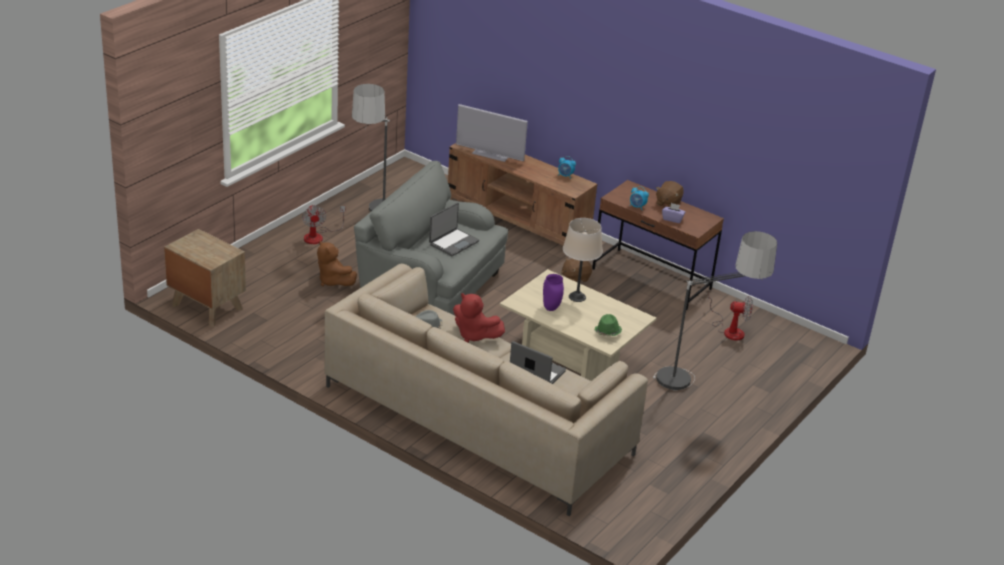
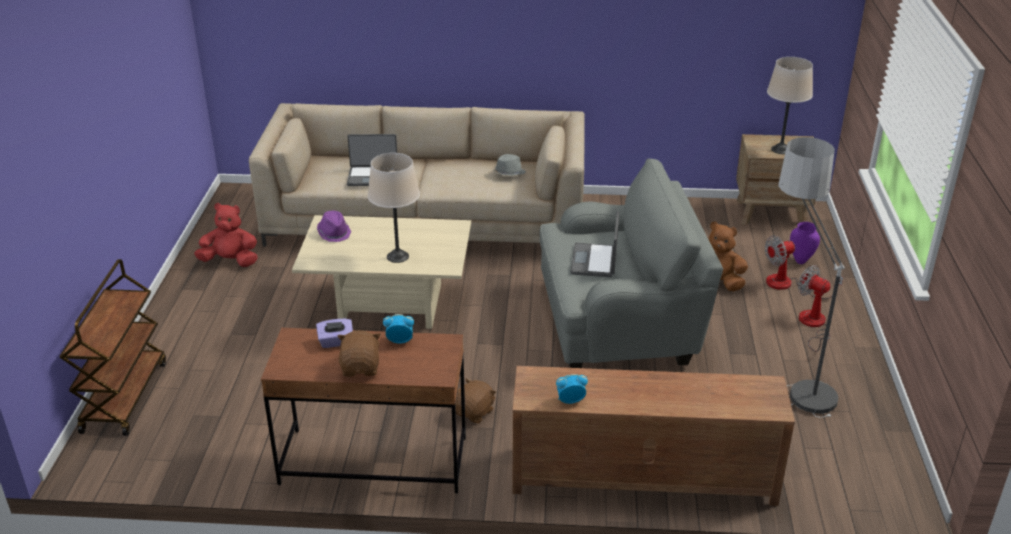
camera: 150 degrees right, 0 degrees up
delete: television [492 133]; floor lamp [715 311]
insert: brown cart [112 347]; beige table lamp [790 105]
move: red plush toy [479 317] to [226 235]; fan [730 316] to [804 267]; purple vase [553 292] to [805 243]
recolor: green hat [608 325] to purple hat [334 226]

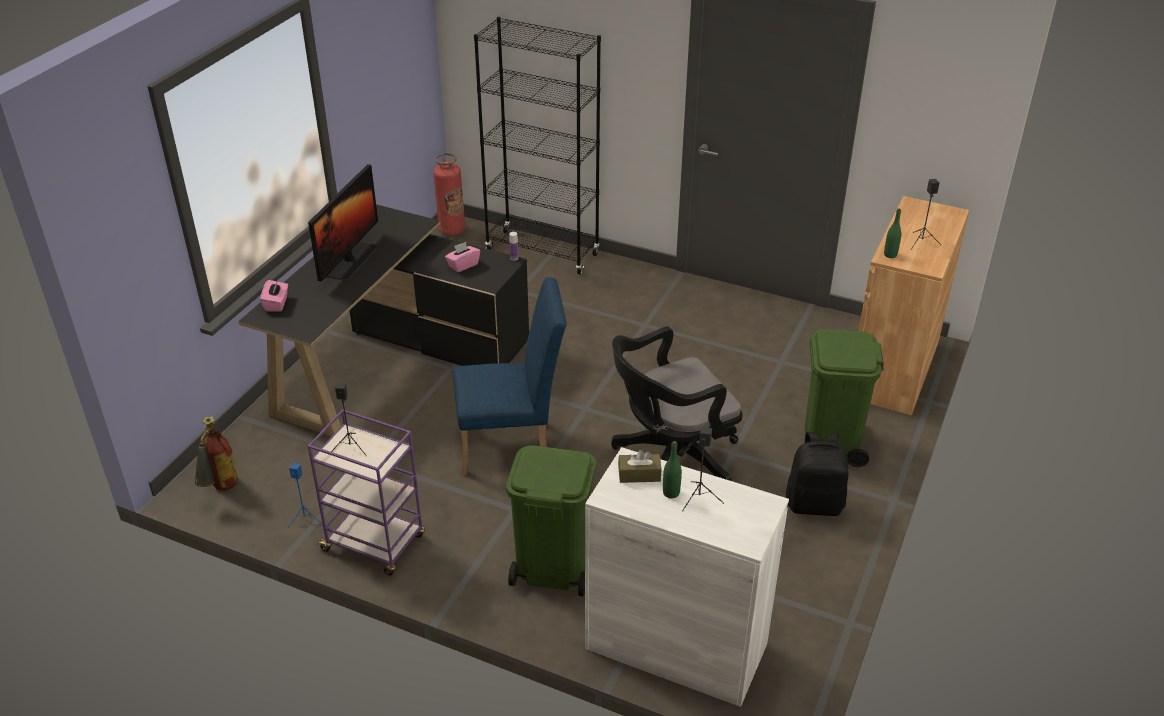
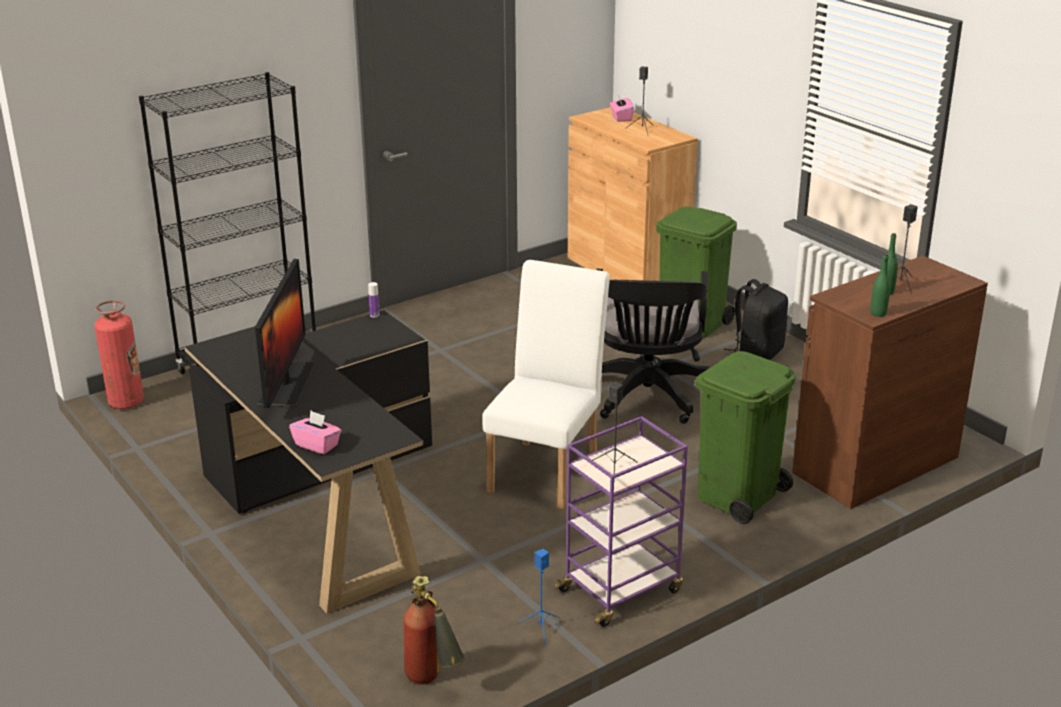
camera: 60 degrees left, 10 degrees down
delete: brown tissue box [640 466]
move: pink tissue box [462 257] to [622 108]; green bottle [892 233] to [880 285]
recolor: blue chair [510 376] to white chair [546 384]; white cabinet [687 577] to brown cabinet [890 382]
rotate: monitor [343 223] = [285 333] 45 degrees clockwise

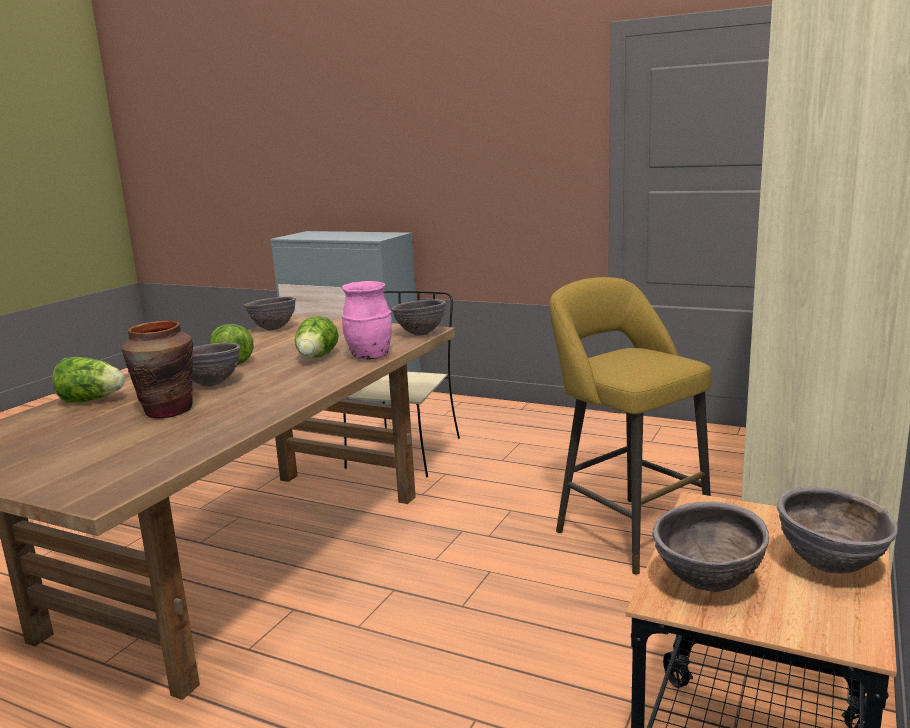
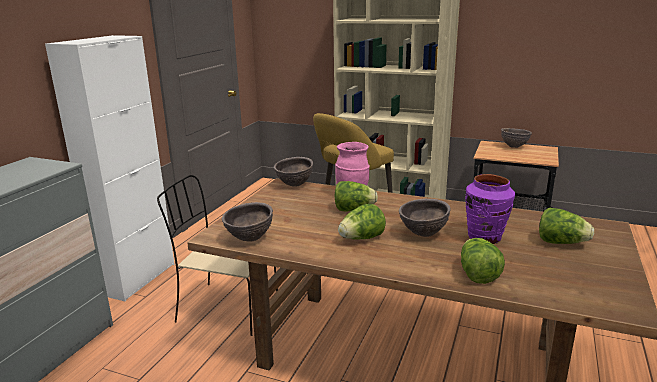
camera: 95 degrees left, 5 degrees up
delete: brown bowl [710 547]
insert: white cabinet [109 168]; lettuce [566 226]
recolor: brown vase [157 369] to purple vase [490 209]

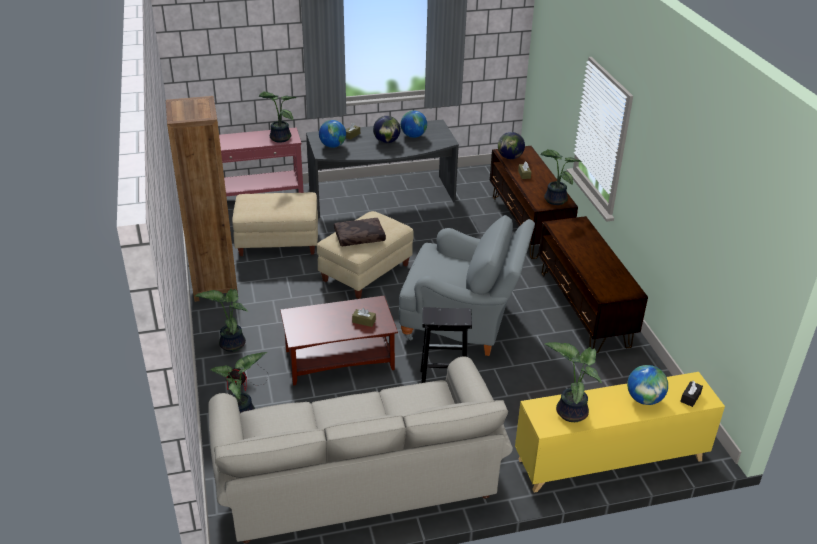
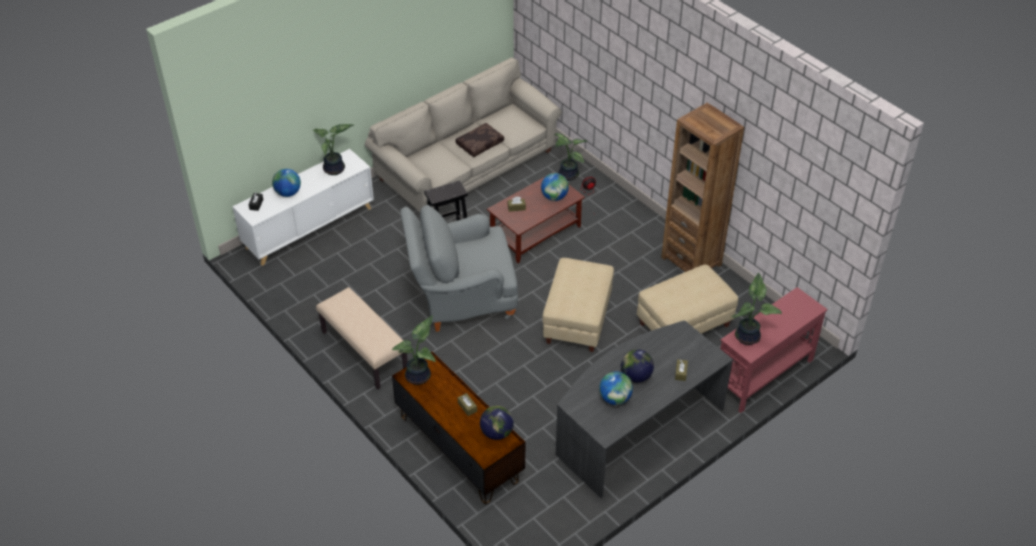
camera: 155 degrees right, 10 degrees up
delete: potted plant [221 320]
move: brown pillow [360 232] to [479 140]; globe [332 134] to [555 187]
replace: brown tv stand [593 284] to beige bench [362 338]
recolor: yellow cabinet [620 432] to white cabinet [303 207]

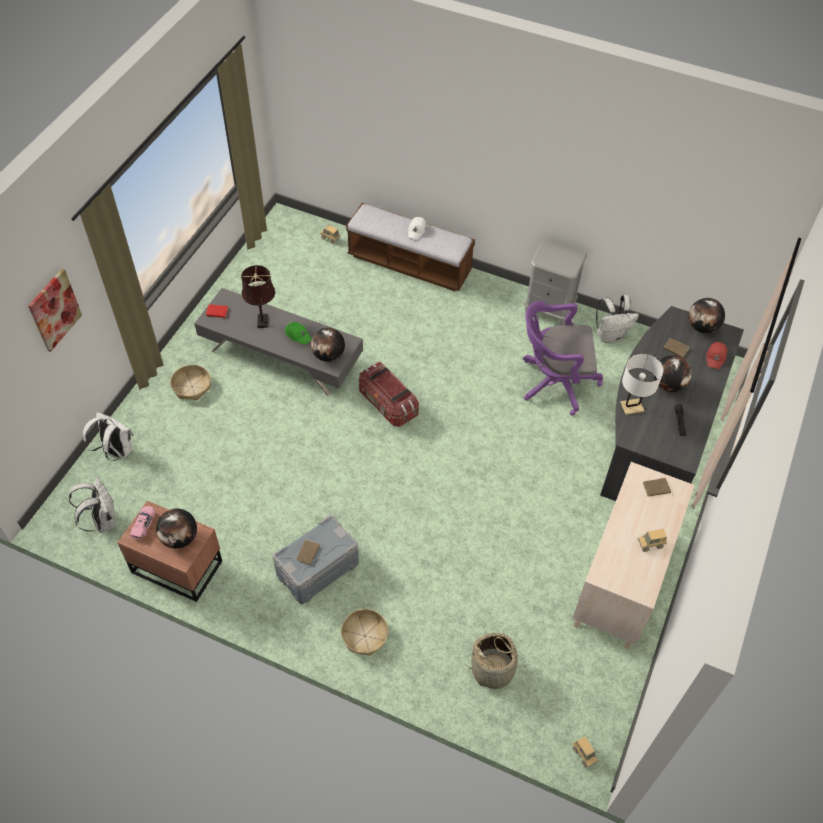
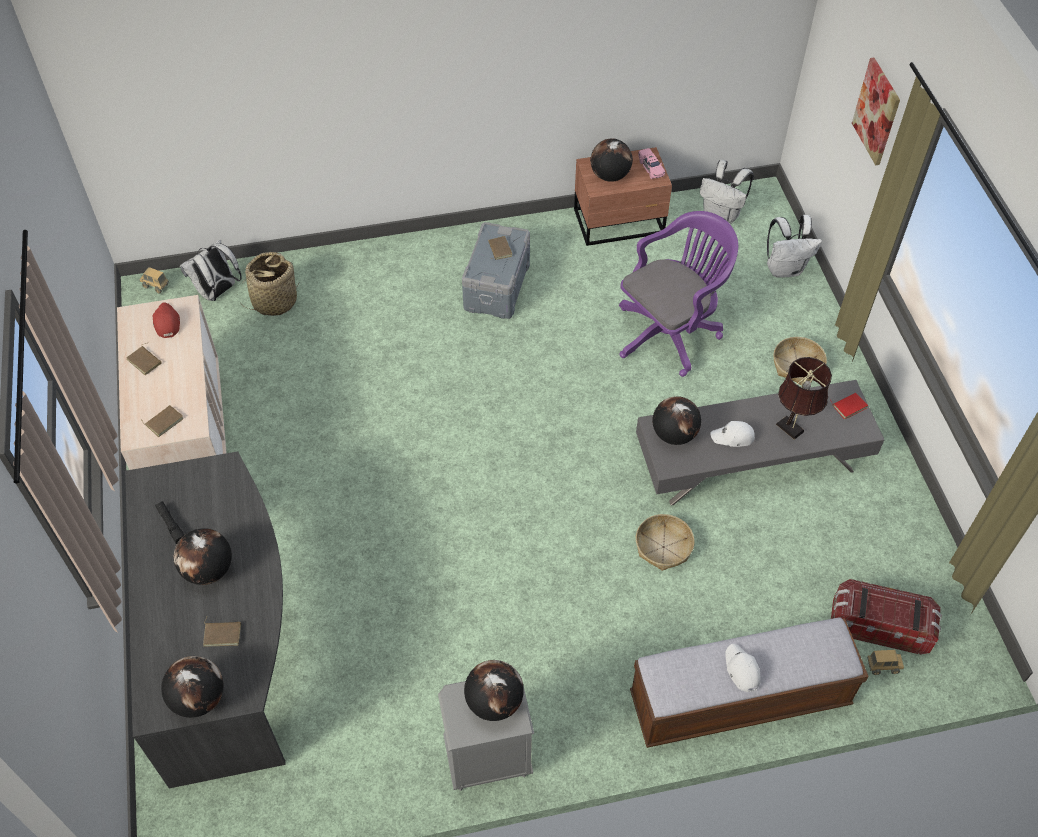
camera: 145 degrees right, 0 degrees up
delete: white table lamp [642 384]
insert: globe [494 690]
move: red cap [716 355] to [166 320]; white backpack [617 319] to [211 270]; purple office chair [563 358] to [678 294]; basket [364 632] to [665 542]; storage box [389 394] to [886 617]
replace: toy truck [652 540] to brown book [144 359]
recolor: green cap [298 333] to white cap [732 434]

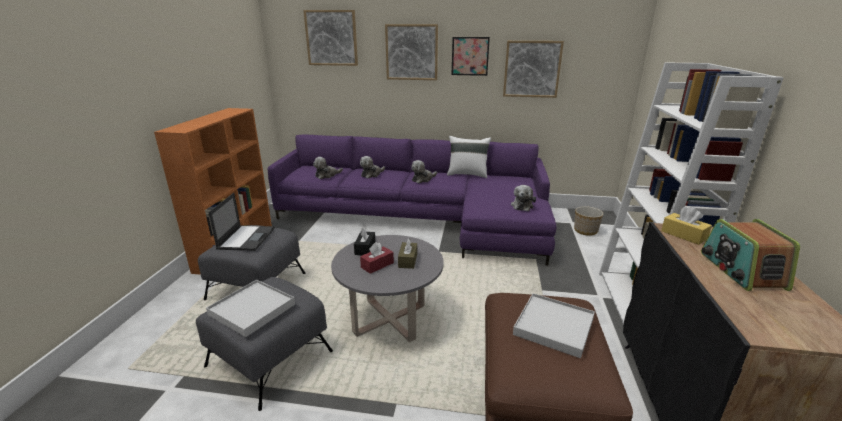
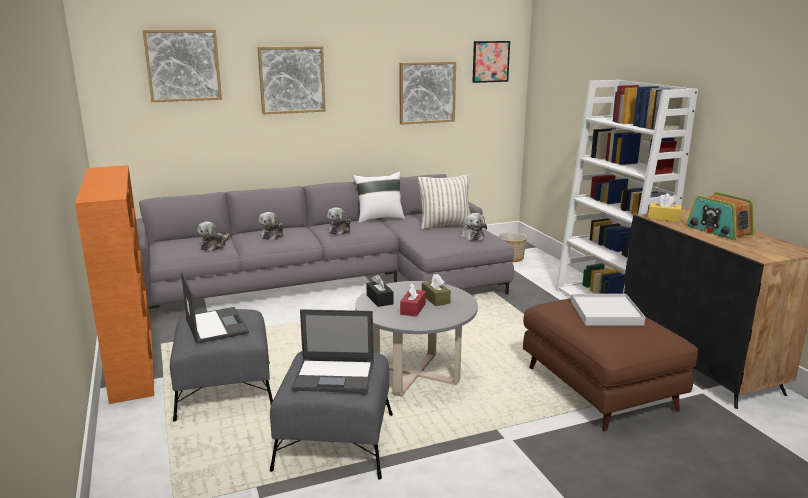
camera: 30 degrees left, 5 degrees down
insert: pillow [444 201]
move: picture [471 56] to [491 62]
replace: white tray [250 308] to laptop [332 351]
recolor: purple sofa [412 200] to grey sofa [325 241]

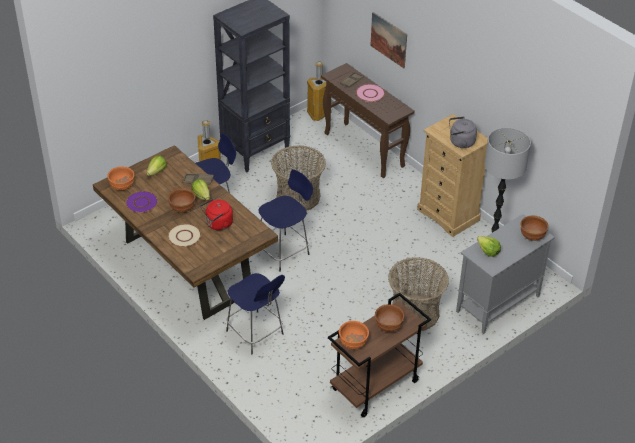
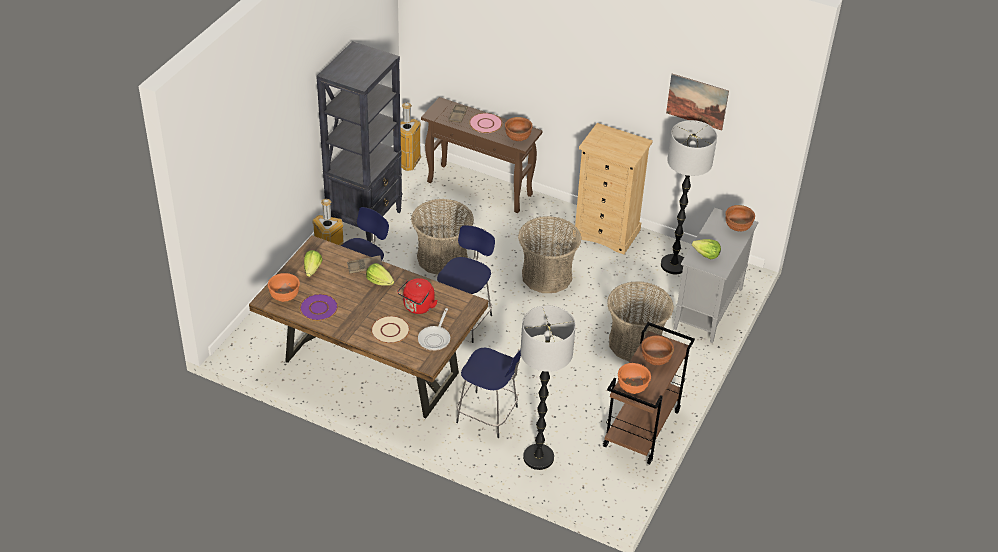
camera: 25 degrees left, 0 degrees up
delete: grey kettle [463 132]
insert: frying pan [434 329]; basket [550 254]; floor lamp [548 387]
move: brown bowl [181 200] to [519 129]; picture [388 40] to [697 102]

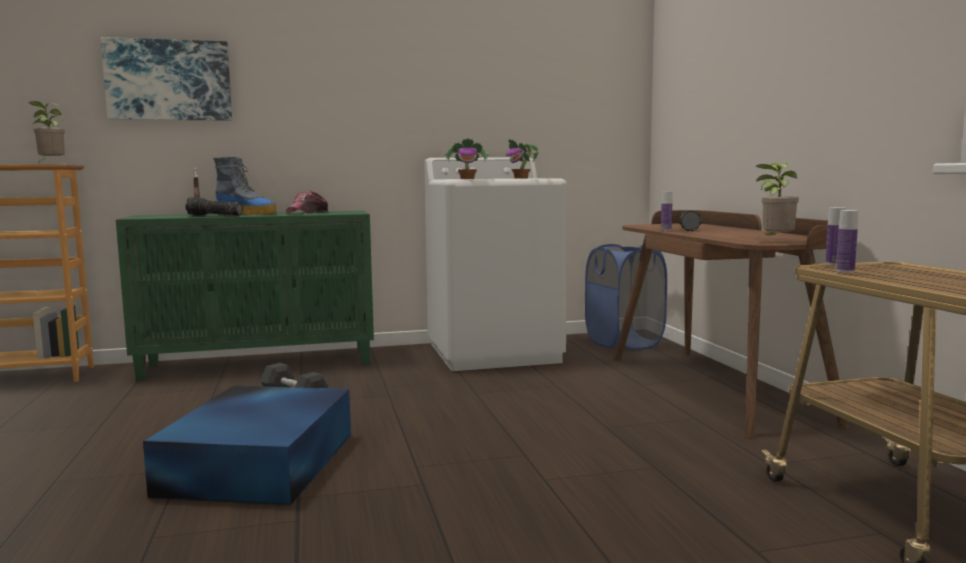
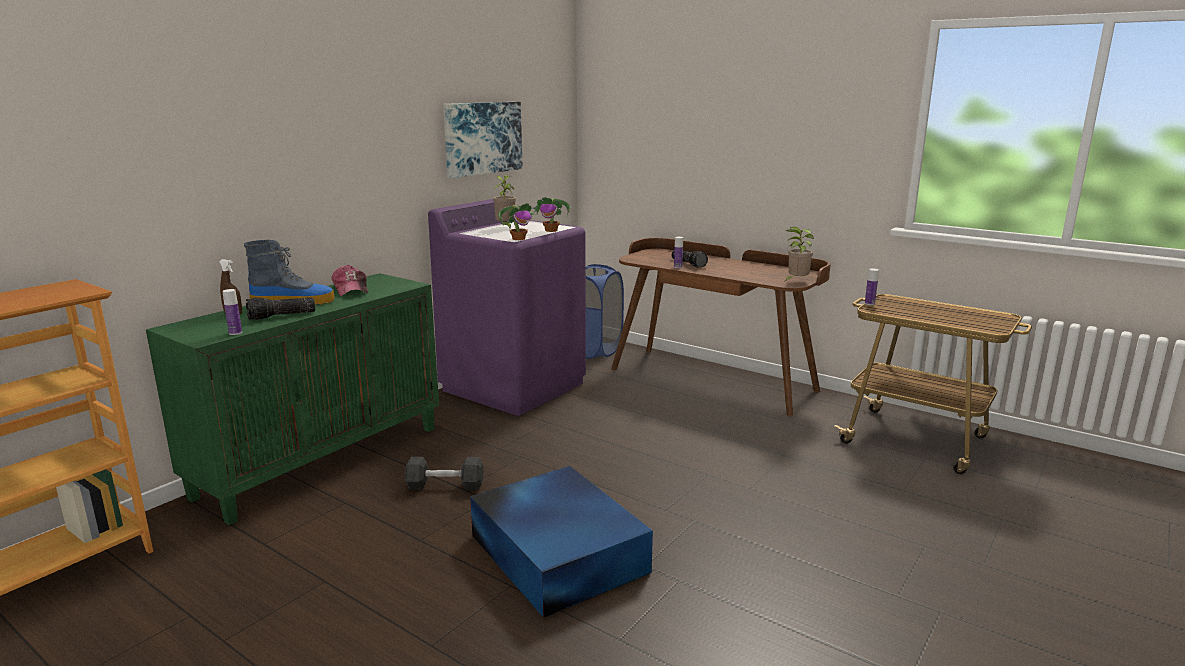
camera: 40 degrees left, 10 degrees up
move: bottle [847 241] to [232 312]; picture [166 78] to [483 140]; potted plant [46 132] to [504 201]
recolor: white washing machine [495 264] to purple washing machine [507 307]

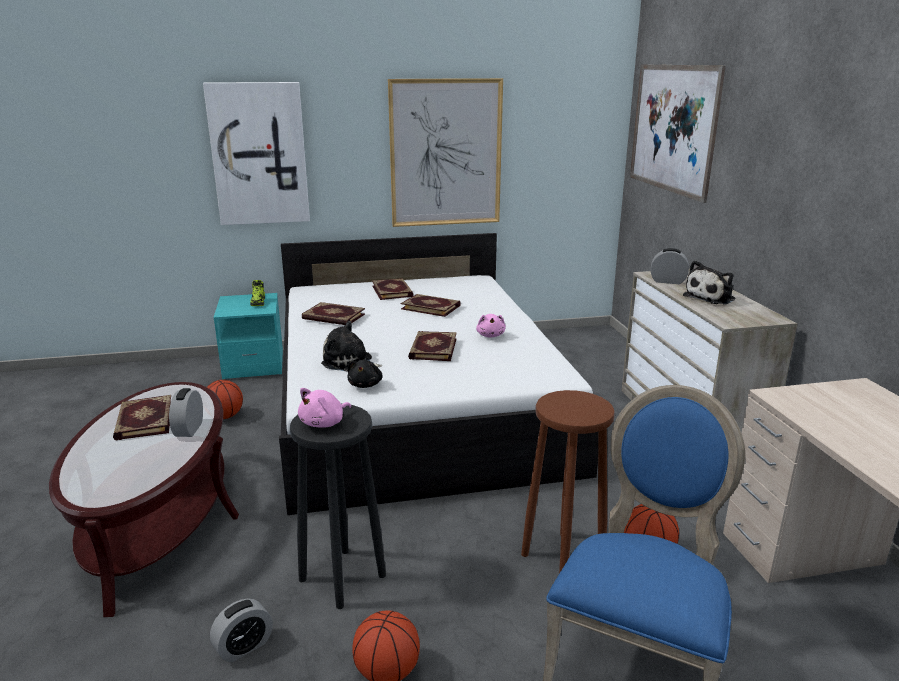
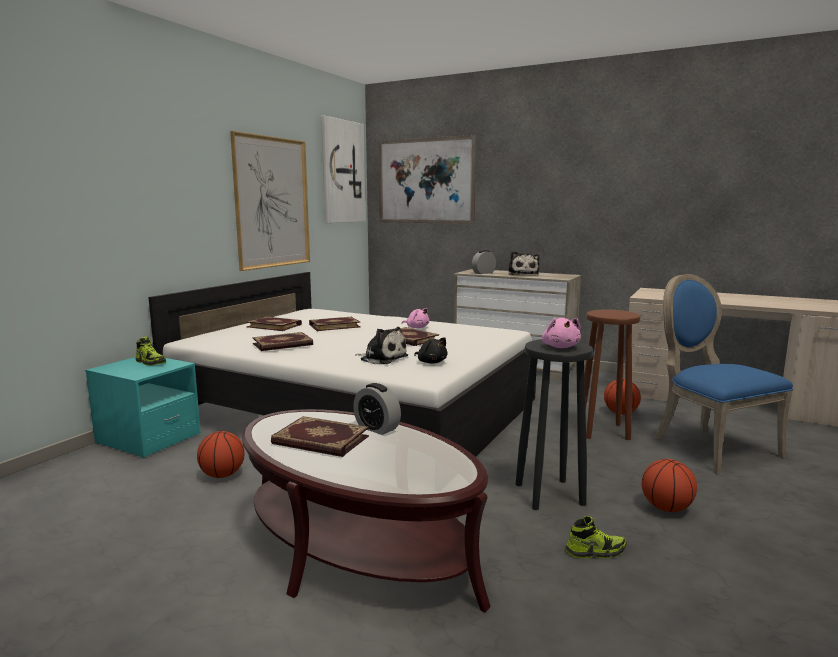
camera: 50 degrees left, 10 degrees down
move: picture [256 153] to [343 169]
replace: alarm clock [241 630] to shoe [596 537]
rotate: plush toy [351 346] = [381 345] 120 degrees counterclockwise

